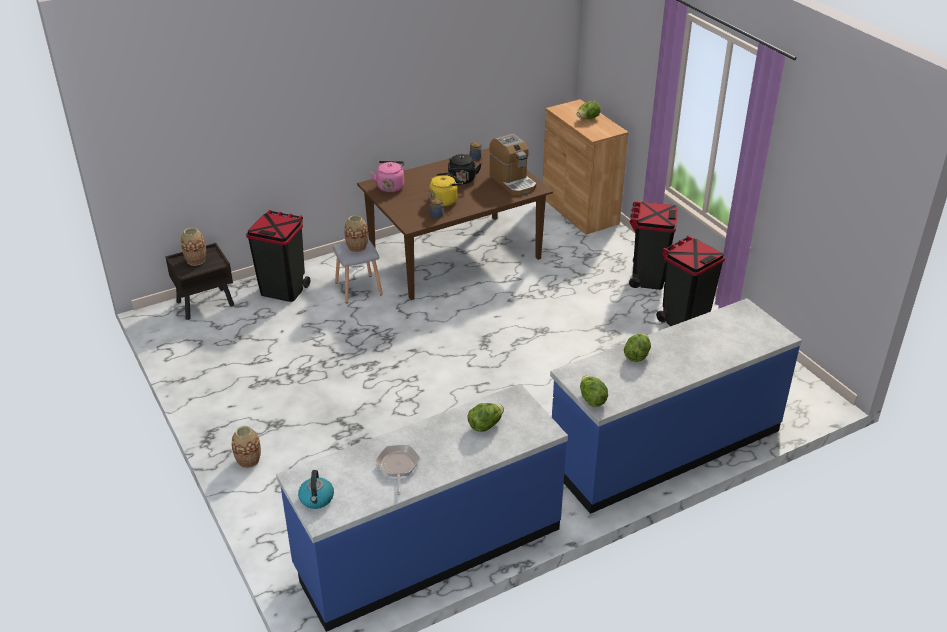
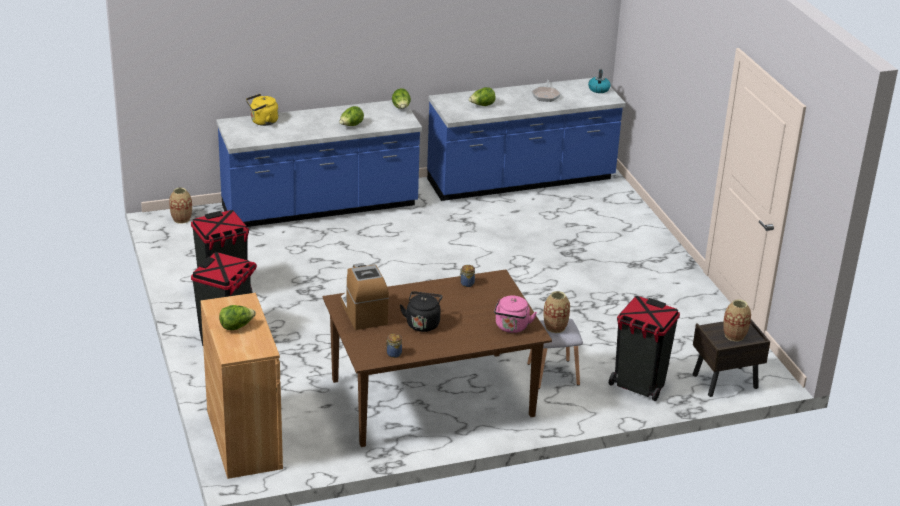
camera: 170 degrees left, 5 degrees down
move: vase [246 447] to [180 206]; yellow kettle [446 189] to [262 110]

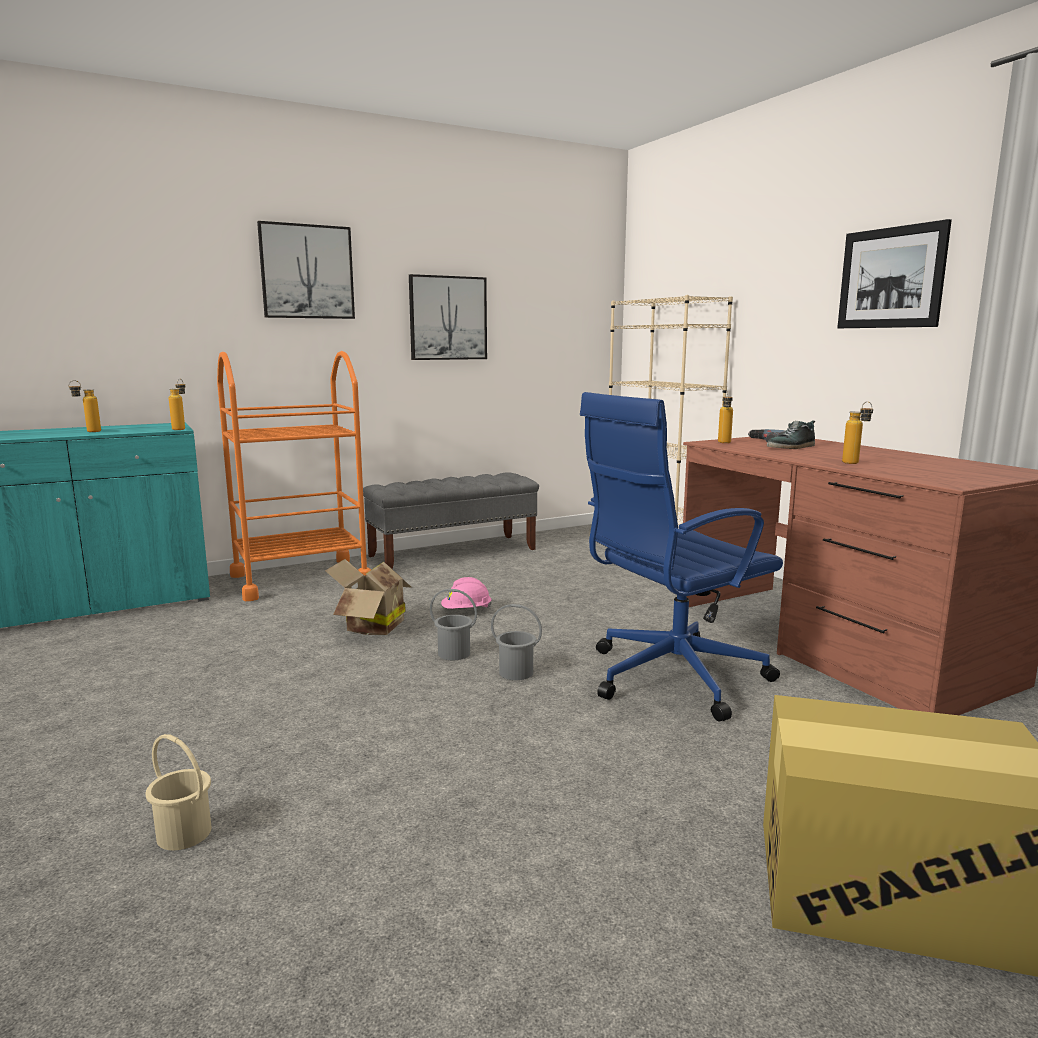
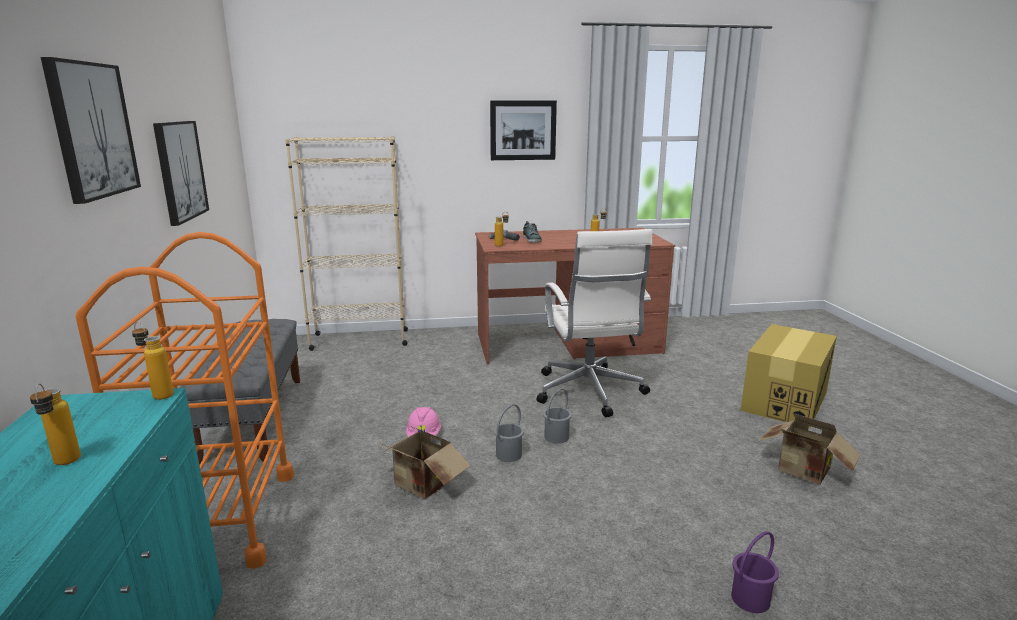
camera: 70 degrees left, 5 degrees up
insert: cardboard box [810 449]
recolor: blue office chair [681 557] to white office chair [594 323]; beige bucket [178 792] to purple bucket [755 572]

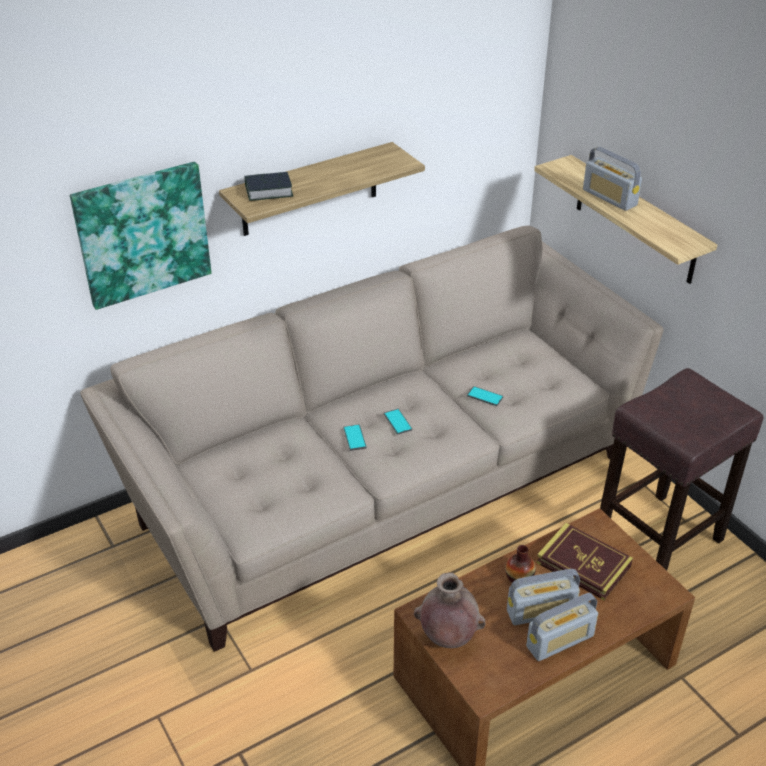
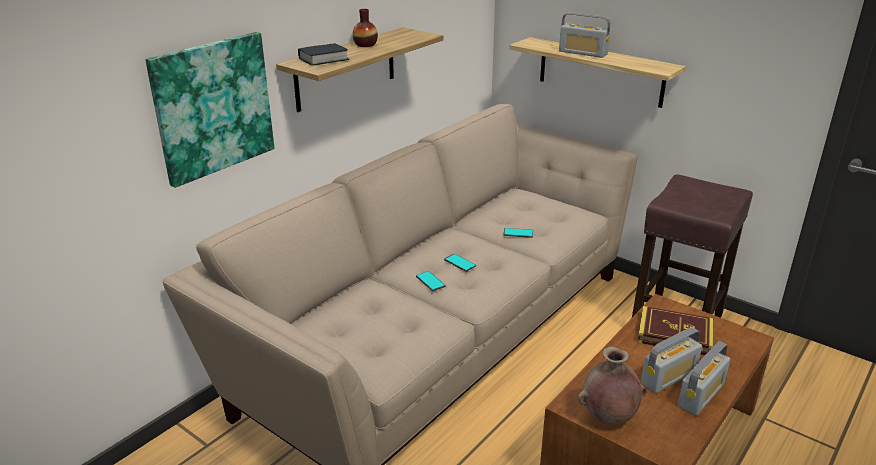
camera: 20 degrees left, 10 degrees down
move: vase [520 564] to [365 28]

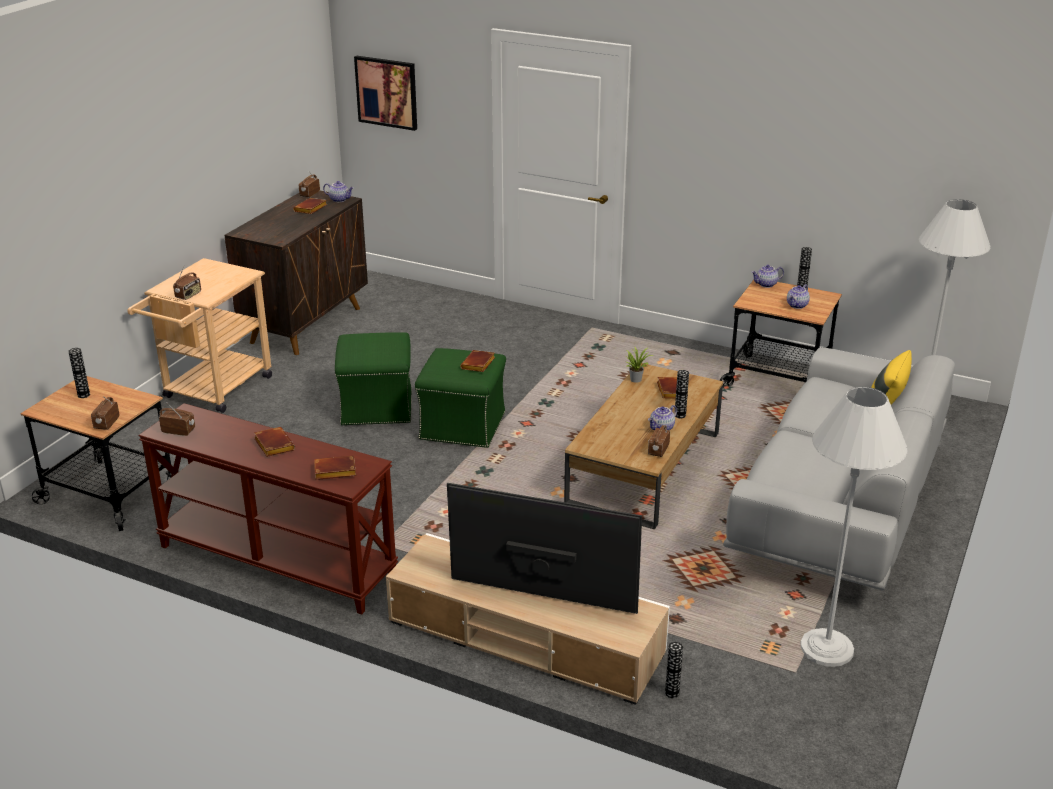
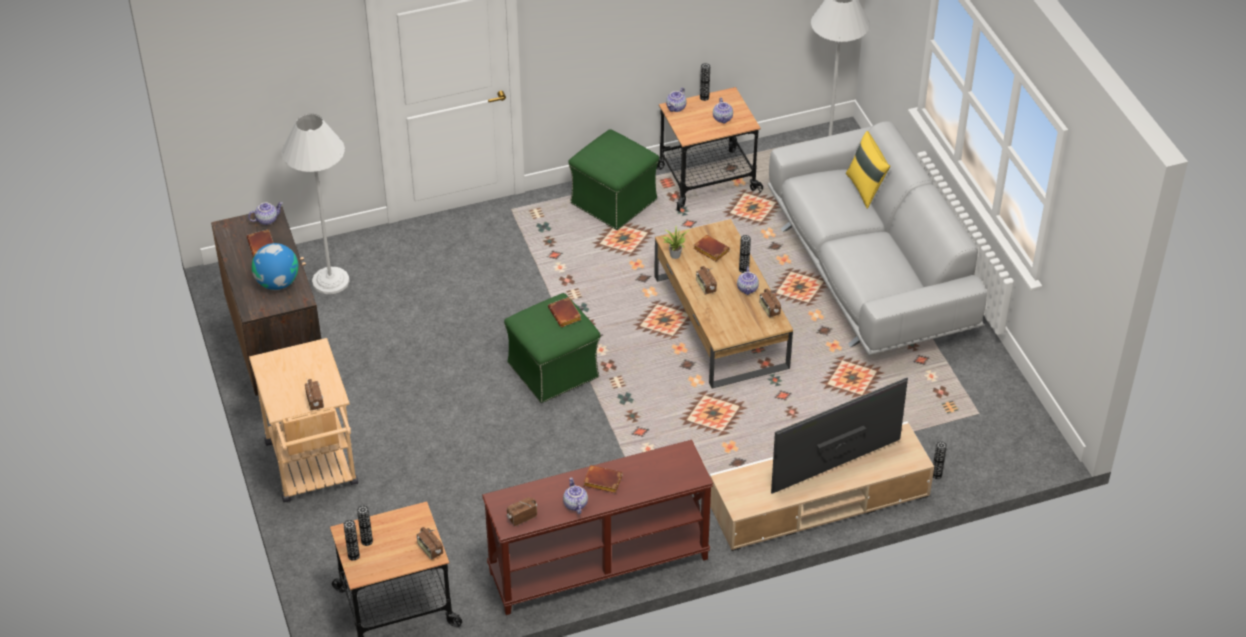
camera: 45 degrees left, 15 degrees up
delete: brown book [335 467]; picture [385 93]
insert: globe [275 266]; vase [352 540]; teapot [575 495]
move: white floor lamp [854 527] to [316 204]; green ottoman [373 379] to [613 179]; radio [309 185] to [706 280]

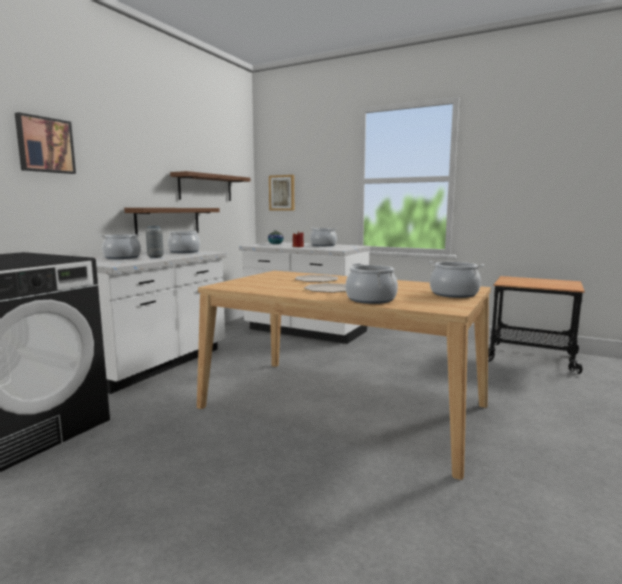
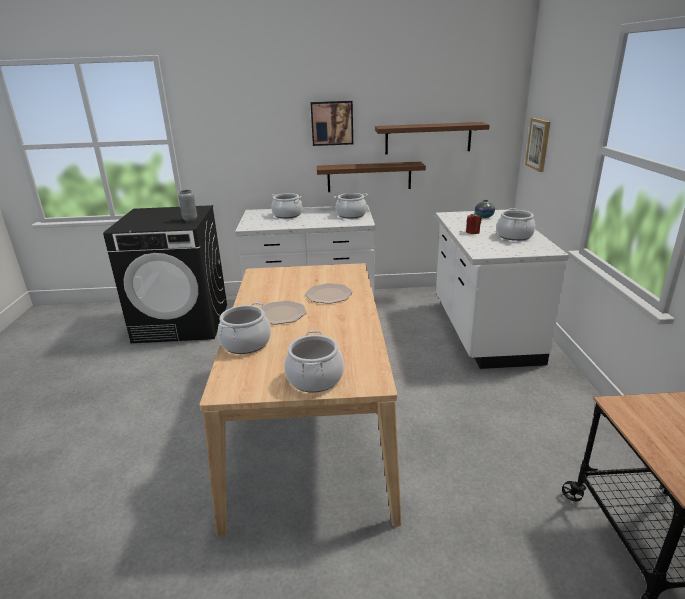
camera: 60 degrees right, 15 degrees up
move: grey vase [155 242] to [187 206]; picture [45 143] to [331 123]

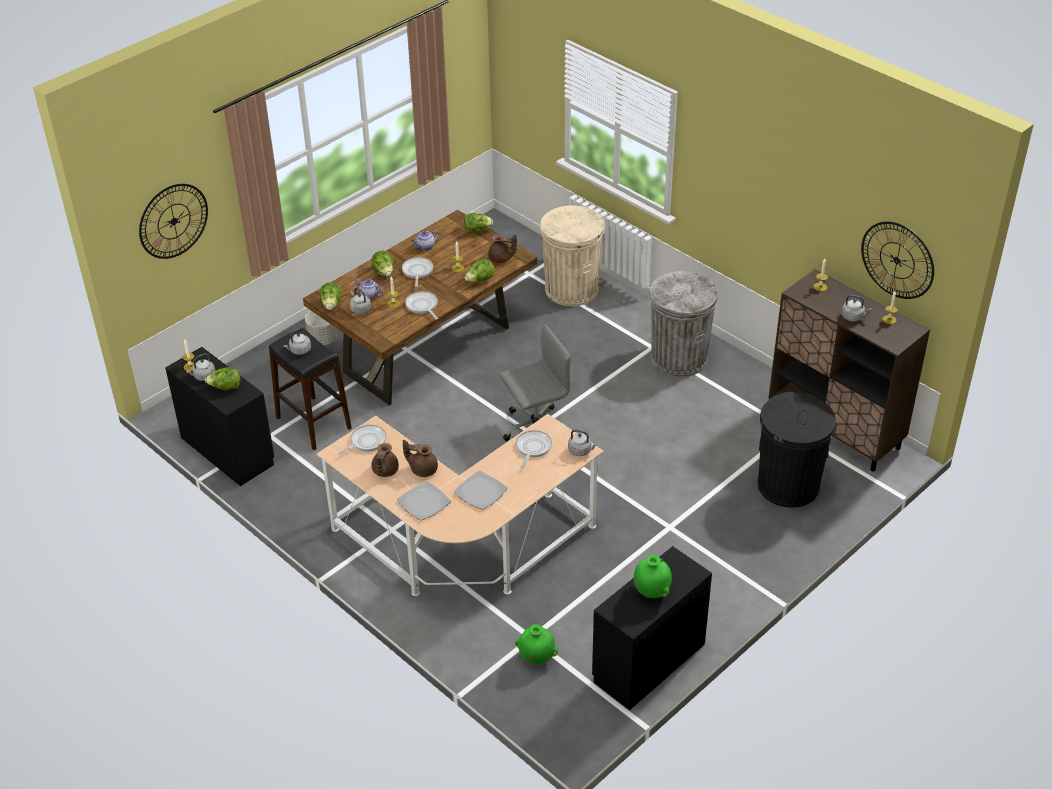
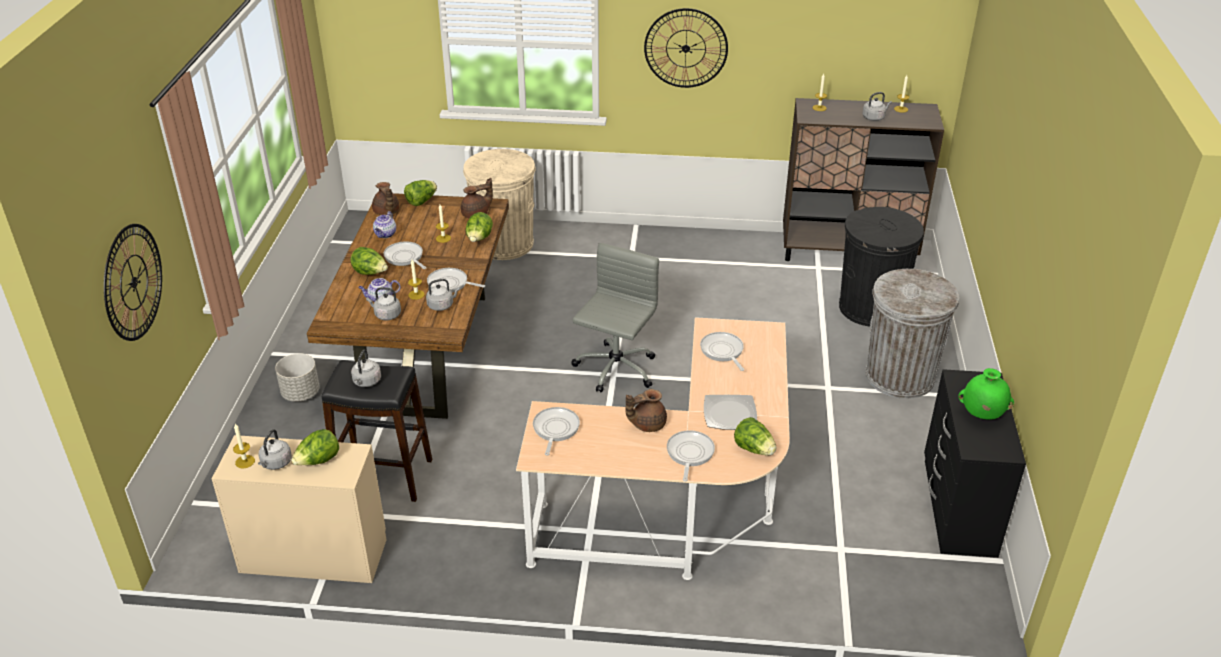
camera: 40 degrees left, 5 degrees down
delete: green vase [536 644]
move: brown teapot [385 460] to [385 198]; grey kettle [582 442] to [443 295]; wall clock [897 260] to [686 48]; lettuce [330 296] to [755 436]; grey trash can [683 324] to [912 334]
replace: plate [424 500] to frying pan [691 455]
recolor: black dresser [219 416] to beige dresser [299 509]

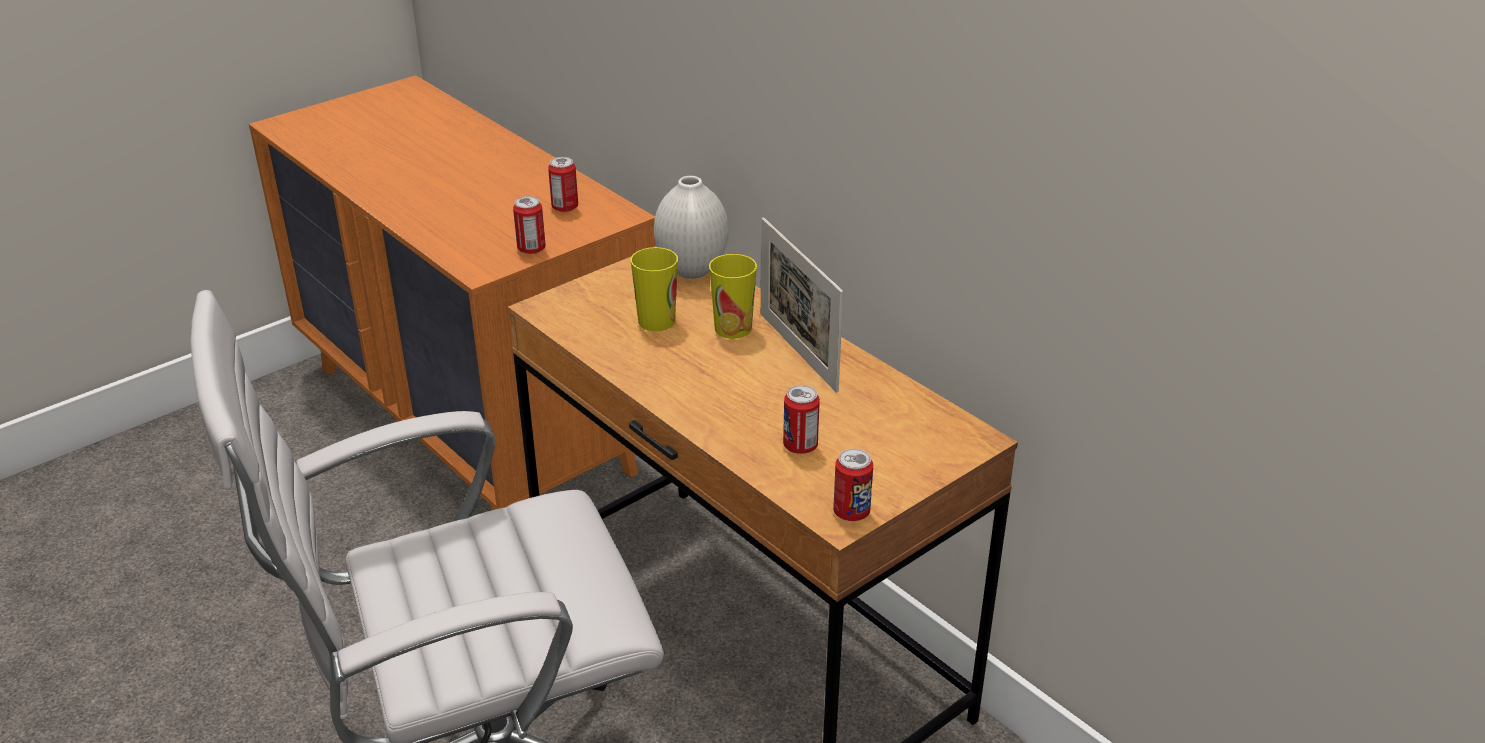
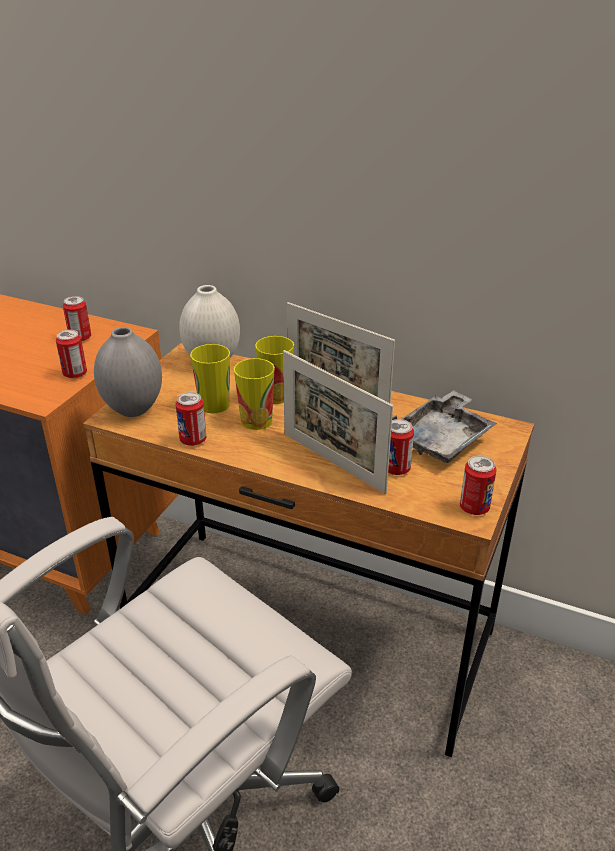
camera: 25 degrees left, 0 degrees up
insert: grey vase [128 372]; can [191 419]; cup [254 394]; picture frame [338 422]; grey tray [444 427]

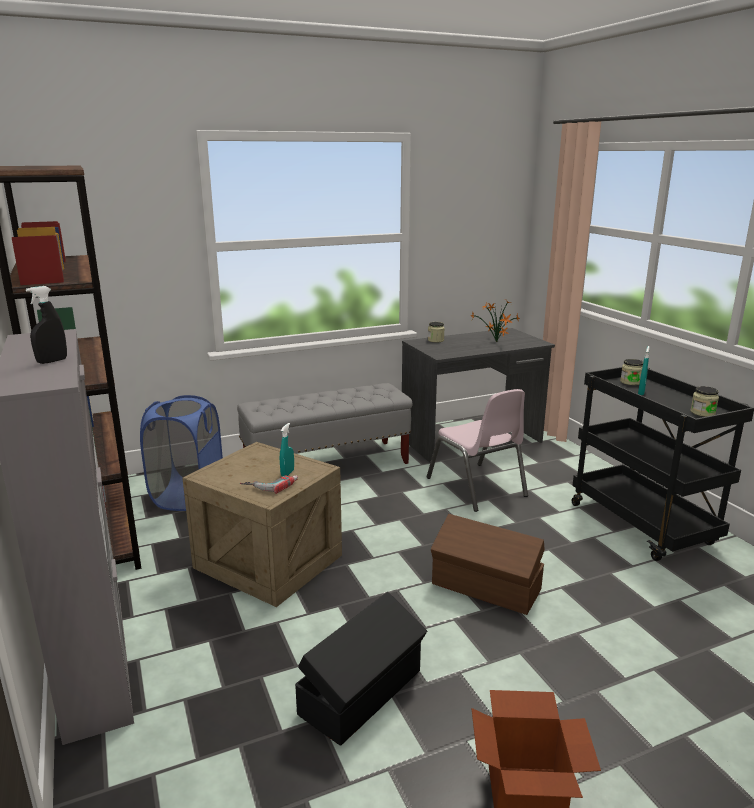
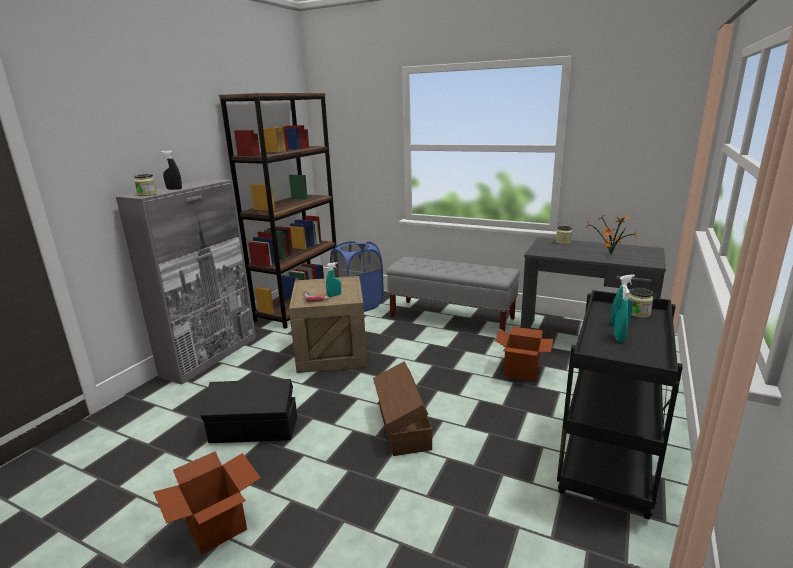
camera: 50 degrees right, 0 degrees up
insert: turquoise spray bottle [621 313]
move: jar [704 401] to [145 185]
replace: pink chair [477 450] to cardboard box [524 354]

